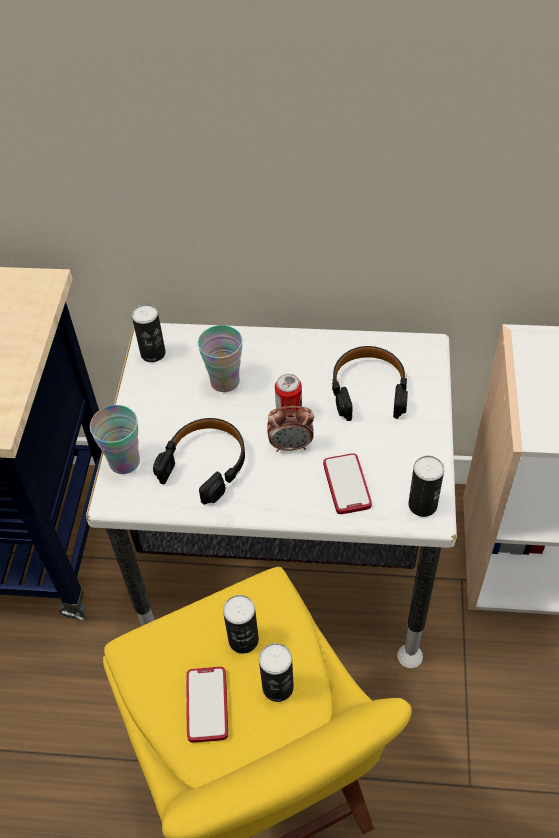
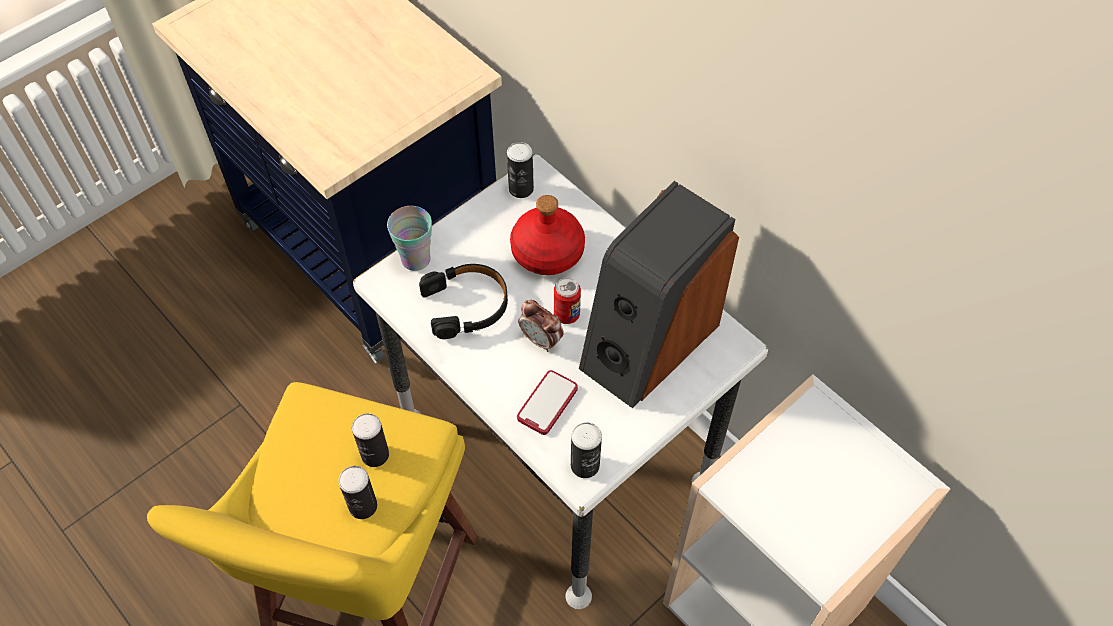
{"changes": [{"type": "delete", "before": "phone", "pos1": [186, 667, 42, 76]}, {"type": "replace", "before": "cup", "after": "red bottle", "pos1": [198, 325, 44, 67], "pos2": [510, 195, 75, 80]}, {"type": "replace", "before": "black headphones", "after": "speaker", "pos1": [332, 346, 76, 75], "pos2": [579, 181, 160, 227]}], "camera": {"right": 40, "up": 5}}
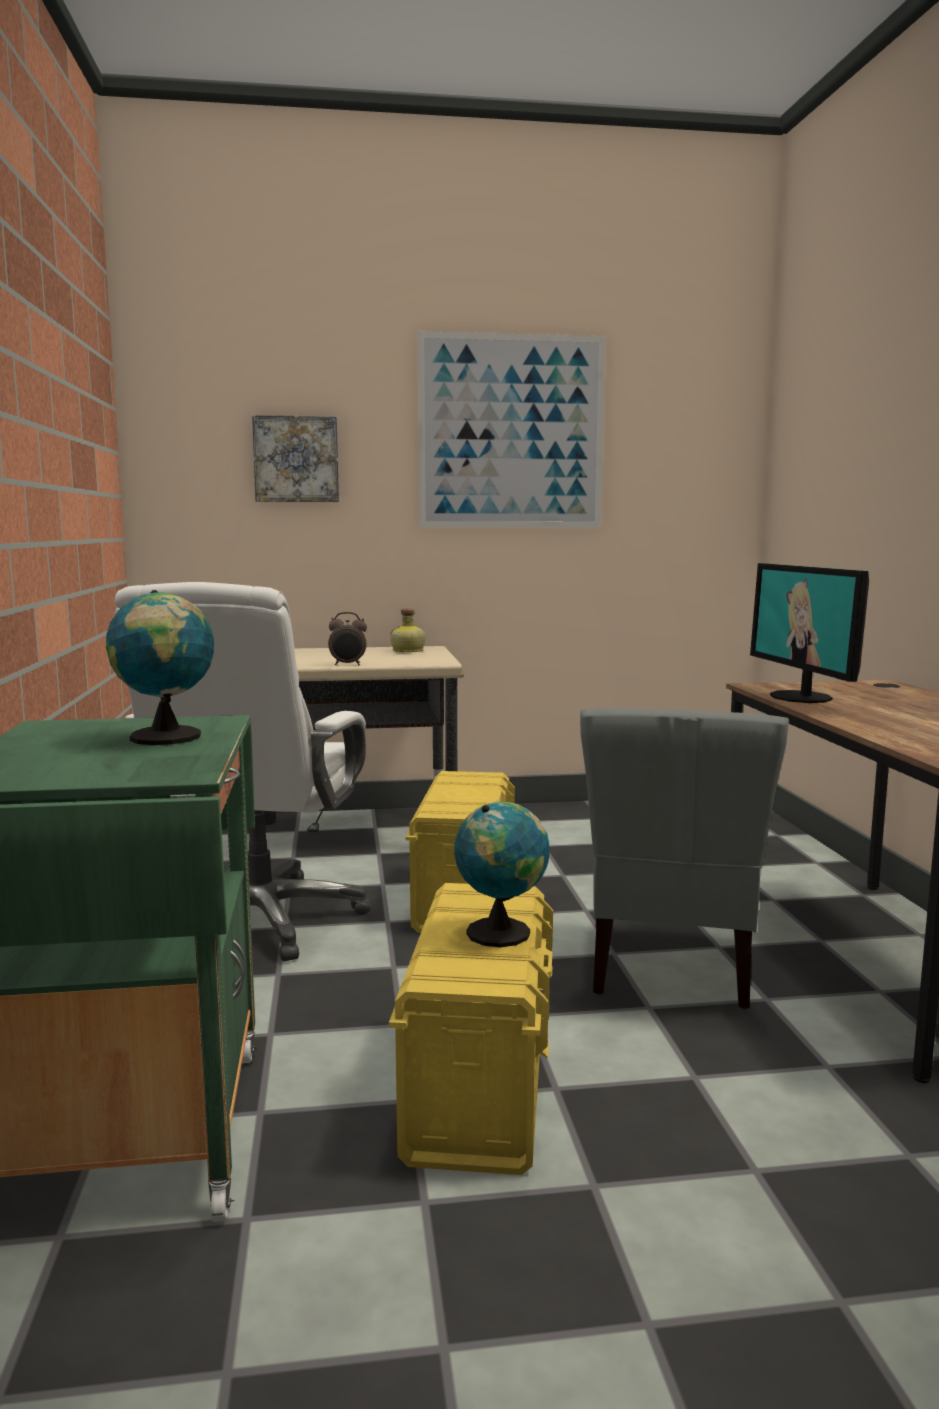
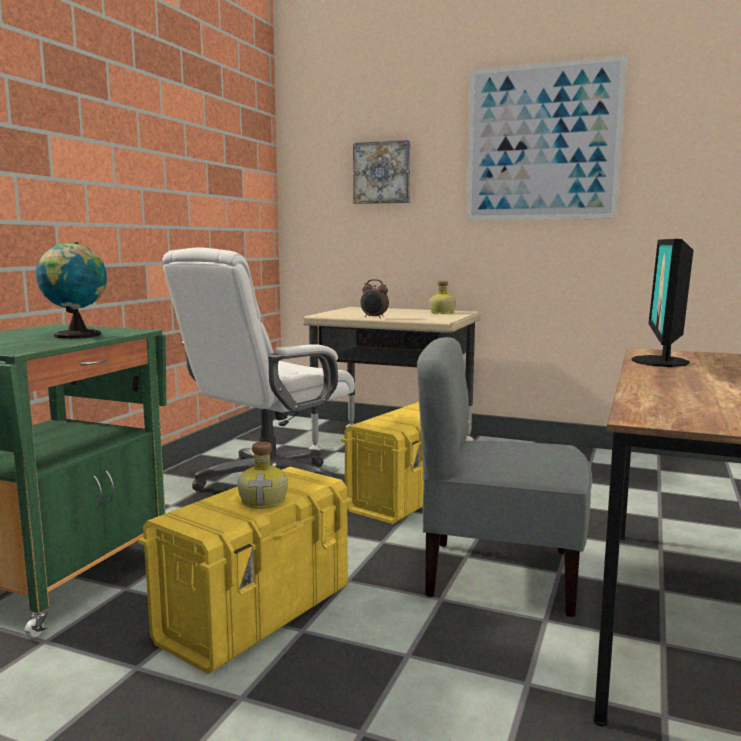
{"changes": [{"type": "replace", "before": "globe", "after": "bottle", "pos1": [454, 802, 96, 145], "pos2": [237, 442, 51, 67]}, {"type": "rotate", "before": "grey chair", "pos1": [580, 708, 209, 301], "pos2": [417, 337, 175, 280], "turn": 60}], "camera": {"right": 30, "up": 0}}
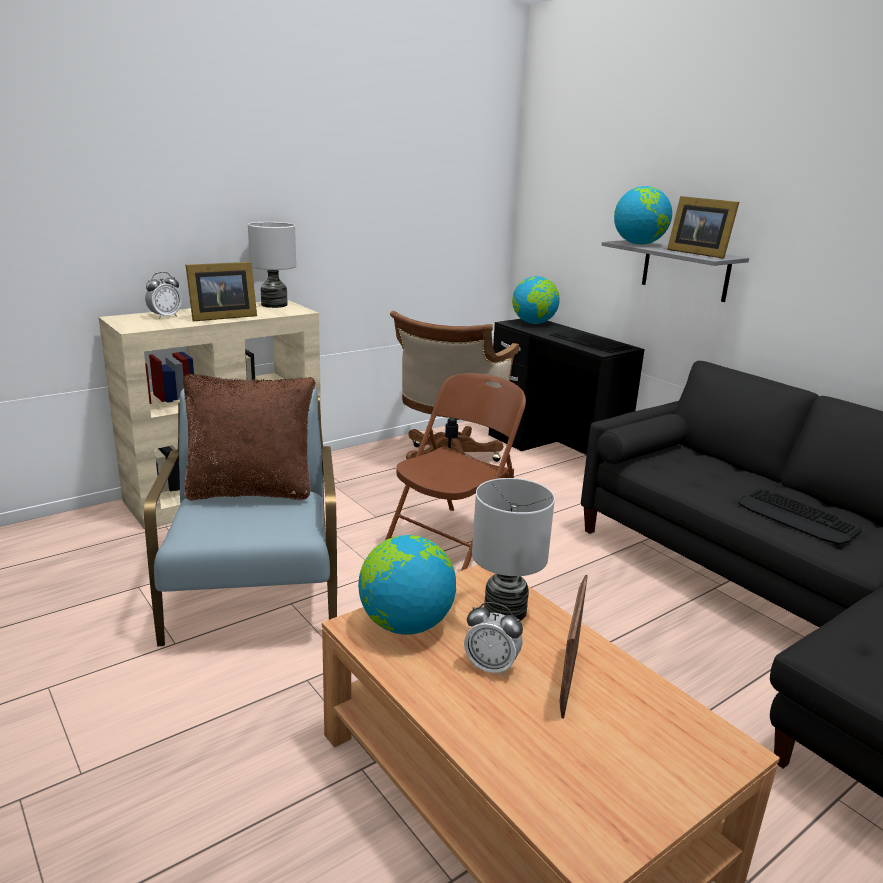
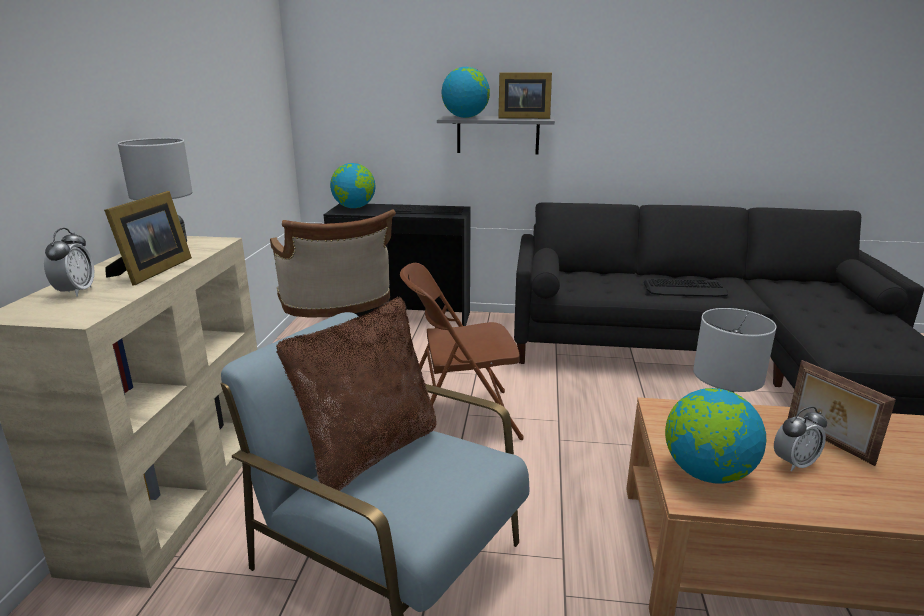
{"changes": [{"type": "rotate", "before": "brown chair", "pos1": [385, 373, 141, 198], "pos2": [400, 263, 124, 177], "turn": -90}], "camera": {"right": -45, "up": 0}}
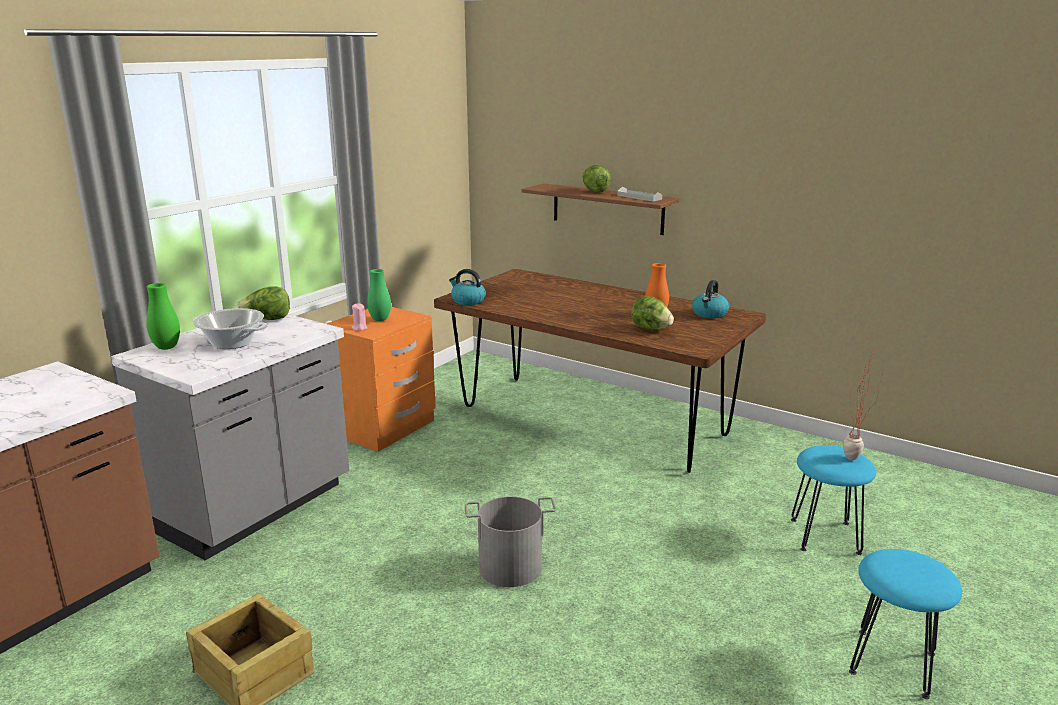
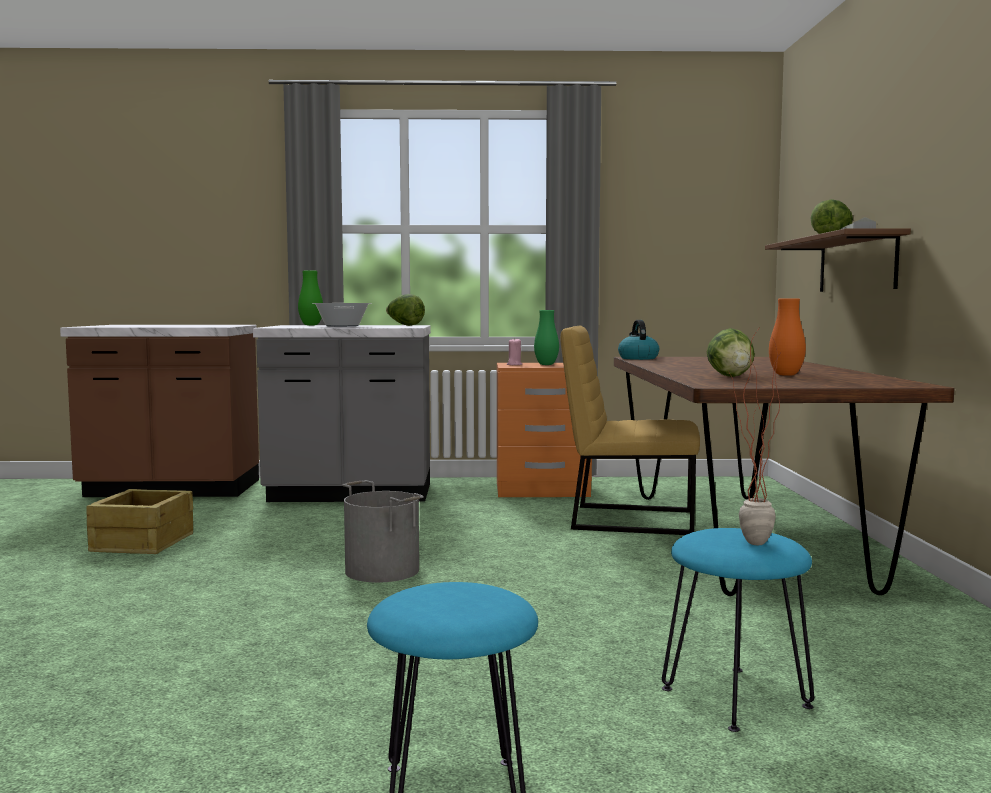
{"changes": [{"type": "delete", "before": "kettle", "pos1": [692, 280, 37, 38]}, {"type": "insert", "after": "yellow chair", "pos2": [560, 325, 140, 210]}], "camera": {"right": 55, "up": -15}}
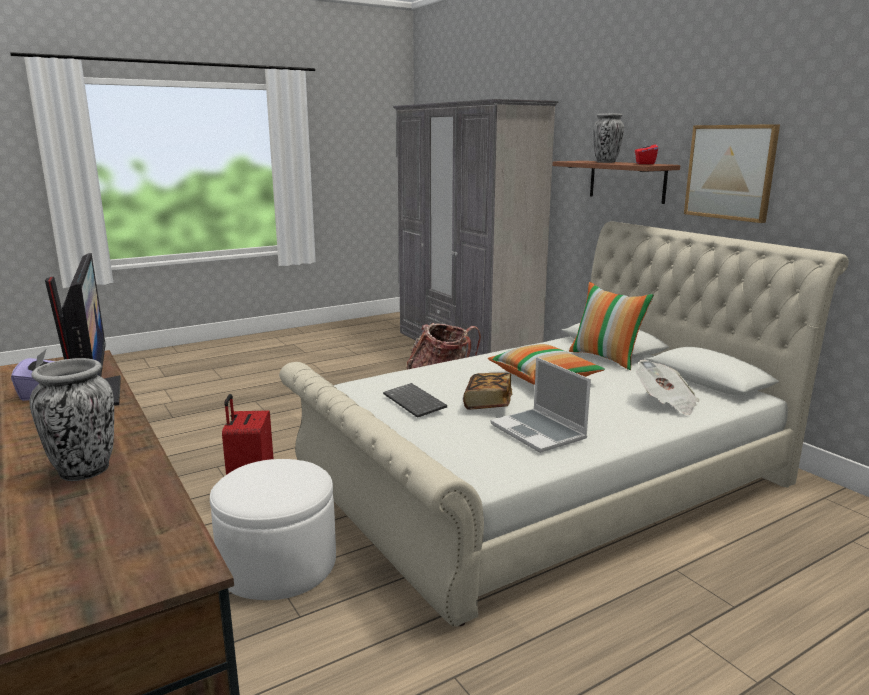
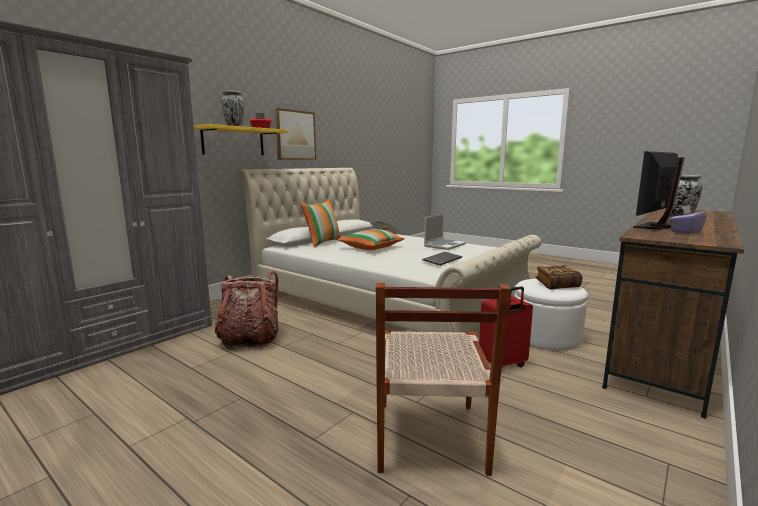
{"changes": [{"type": "move", "before": "book", "pos1": [463, 373, 49, 37], "pos2": [536, 265, 47, 24]}, {"type": "recolor", "before": "brown shelf", "after": "yellow shelf", "pos1": [552, 161, 128, 43], "pos2": [194, 124, 94, 31]}, {"type": "insert", "after": "chair", "pos2": [376, 283, 134, 193]}], "camera": {"right": -110, "up": -5}}
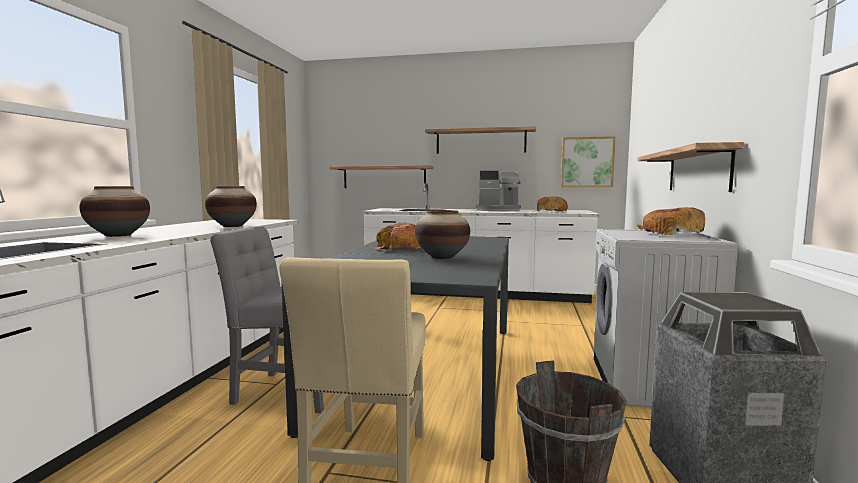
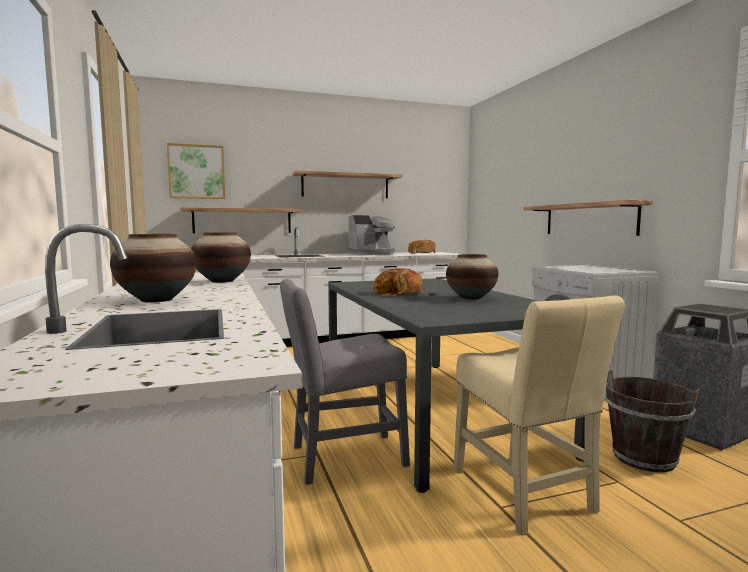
{"changes": [{"type": "move", "before": "picture", "pos1": [561, 136, 54, 51], "pos2": [167, 143, 58, 56]}, {"type": "delete", "before": "bread", "pos1": [637, 207, 68, 28]}], "camera": {"right": -30, "up": 0}}
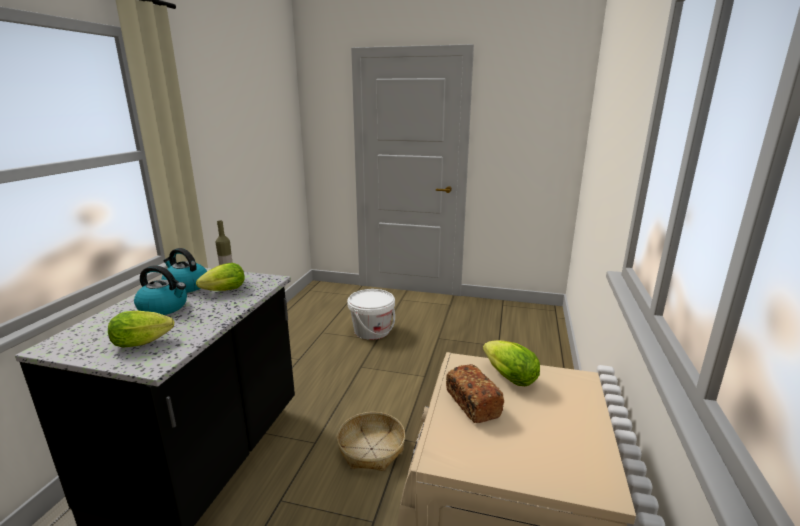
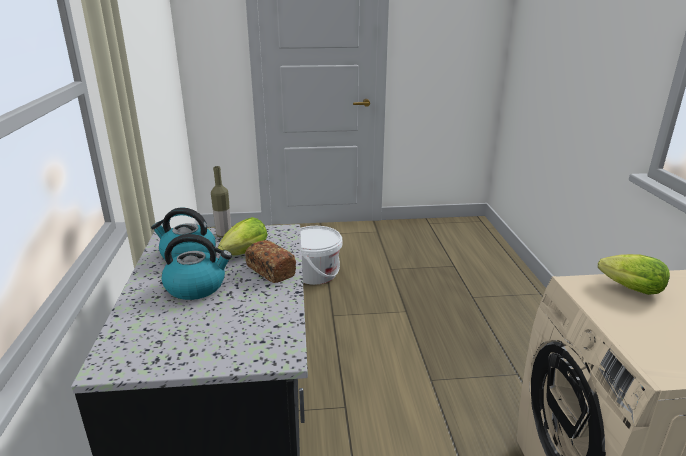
{"changes": [{"type": "delete", "before": "lettuce", "pos1": [108, 311, 66, 37]}, {"type": "delete", "before": "basket", "pos1": [337, 412, 68, 59]}, {"type": "move", "before": "bread", "pos1": [446, 364, 58, 59], "pos2": [245, 240, 51, 43]}], "camera": {"right": -20, "up": 5}}
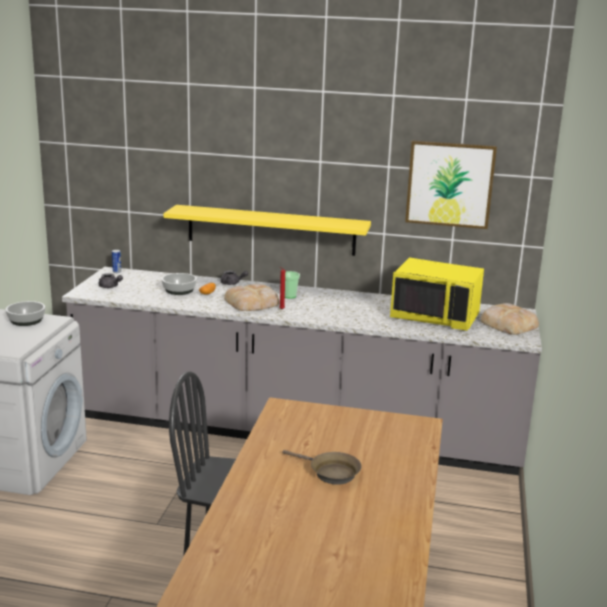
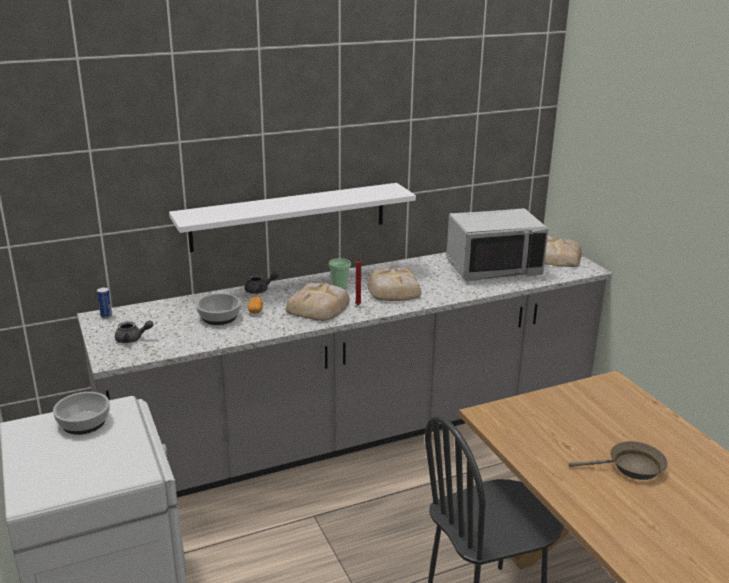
{"changes": [{"type": "recolor", "before": "yellow shelf", "after": "white shelf", "pos1": [163, 205, 208, 51], "pos2": [169, 183, 247, 69]}, {"type": "recolor", "before": "yellow microwave", "after": "grey microwave", "pos1": [390, 257, 94, 74], "pos2": [446, 208, 102, 73]}, {"type": "delete", "before": "picture", "pos1": [405, 141, 92, 88]}, {"type": "insert", "after": "bread", "pos2": [367, 267, 54, 34]}], "camera": {"right": -35, "up": 5}}
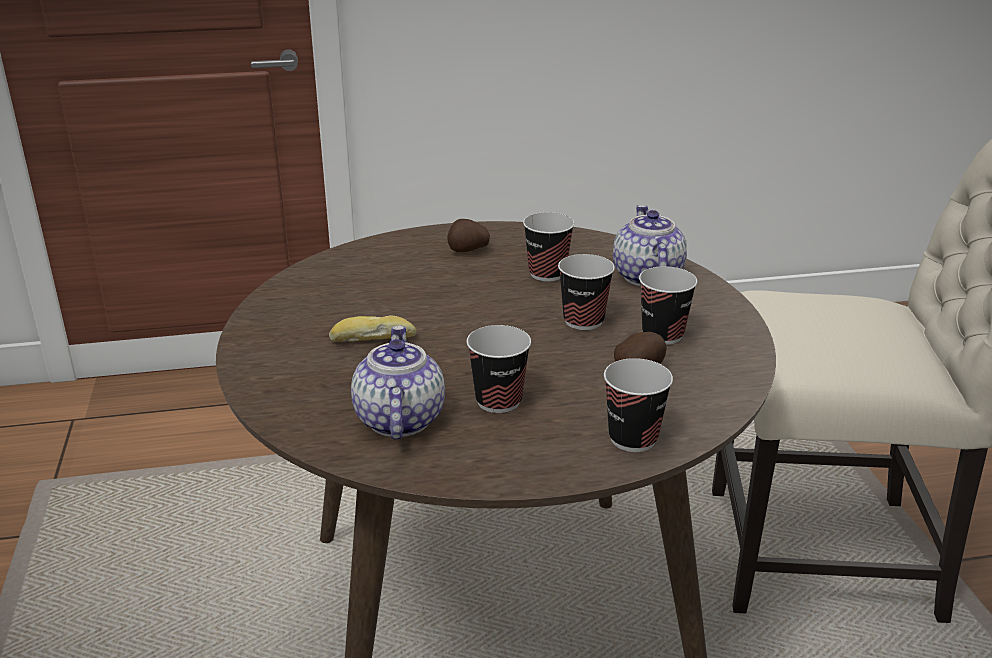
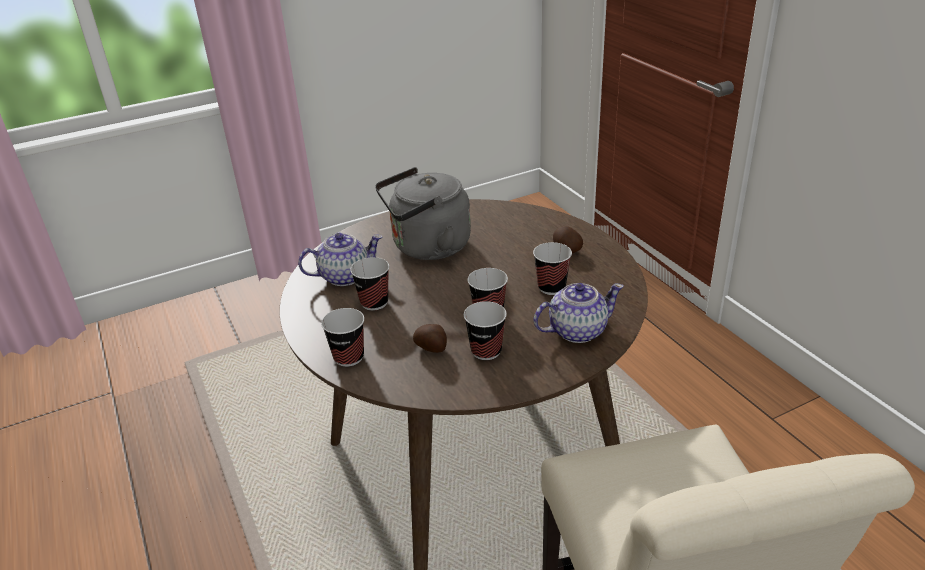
{"changes": [{"type": "replace", "before": "bread", "after": "grey kettle", "pos1": [329, 315, 87, 27], "pos2": [375, 167, 96, 93]}], "camera": {"right": 75, "up": 5}}
